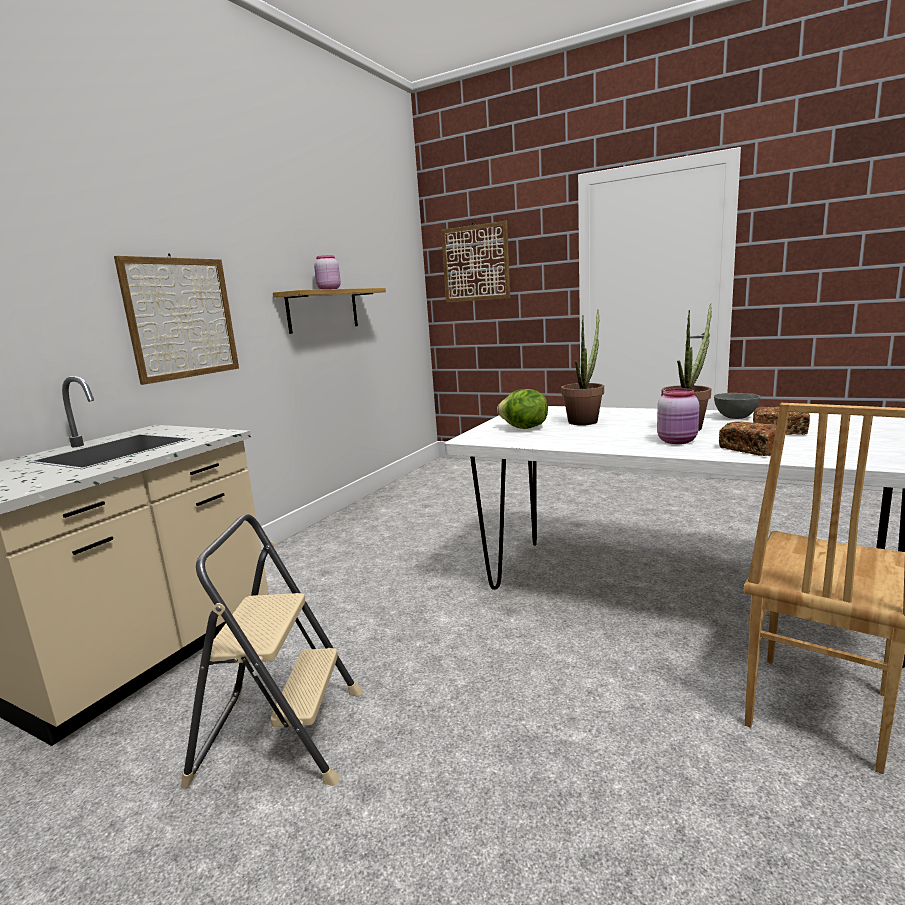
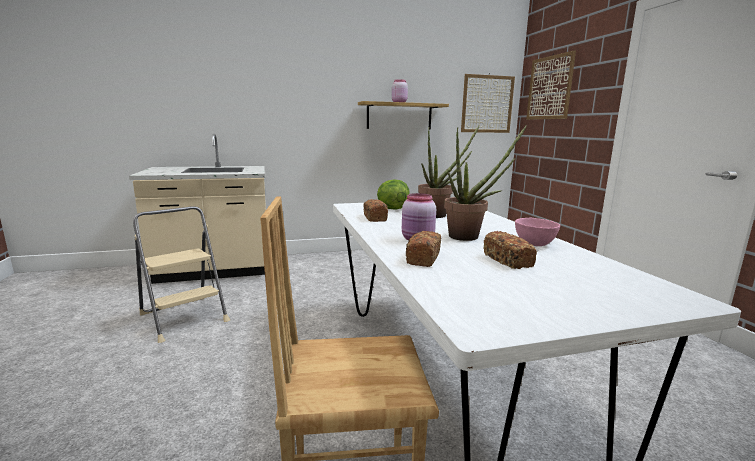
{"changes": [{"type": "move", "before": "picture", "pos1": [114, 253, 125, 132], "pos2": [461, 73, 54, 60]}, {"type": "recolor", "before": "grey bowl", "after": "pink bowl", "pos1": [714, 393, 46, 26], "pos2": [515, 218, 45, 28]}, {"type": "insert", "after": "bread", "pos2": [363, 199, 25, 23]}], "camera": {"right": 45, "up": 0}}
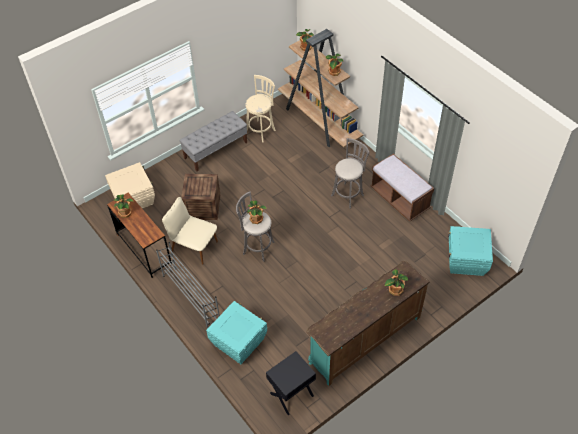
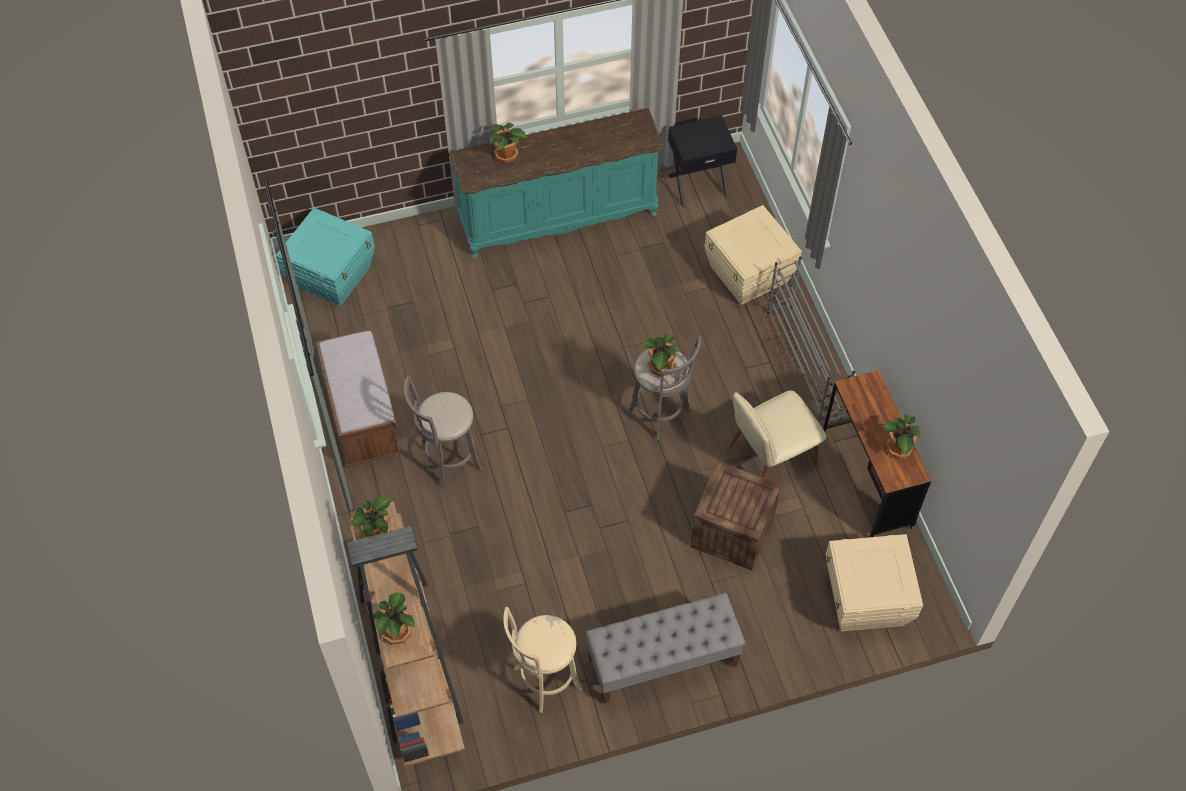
{"changes": [{"type": "rotate", "before": "beige chair", "pos1": [162, 197, 56, 68], "pos2": [729, 390, 97, 89], "turn": 105}, {"type": "recolor", "before": "turquoise storage box", "after": "beige storage box", "pos1": [206, 301, 61, 63], "pos2": [704, 205, 98, 100]}], "camera": {"right": -160, "up": 5}}
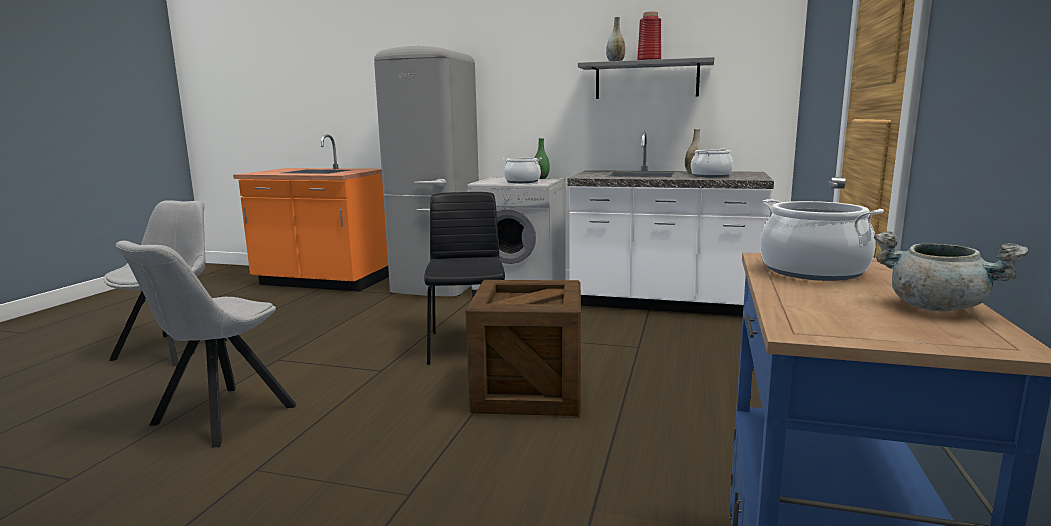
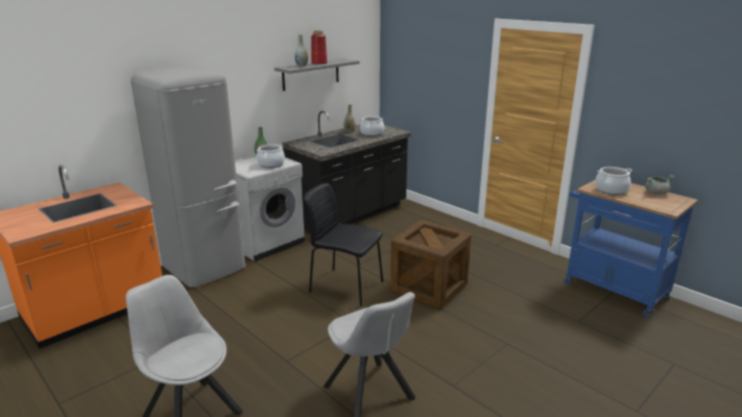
{"changes": [{"type": "recolor", "before": "white counter", "after": "black counter", "pos1": [567, 132, 207, 184], "pos2": [282, 111, 129, 123]}], "camera": {"right": -60, "up": 10}}
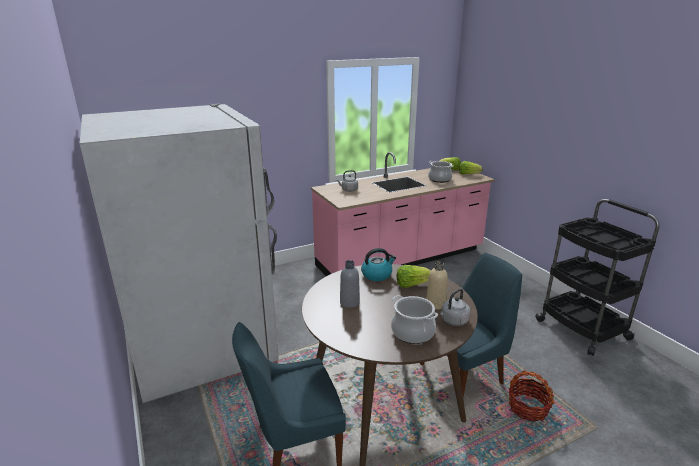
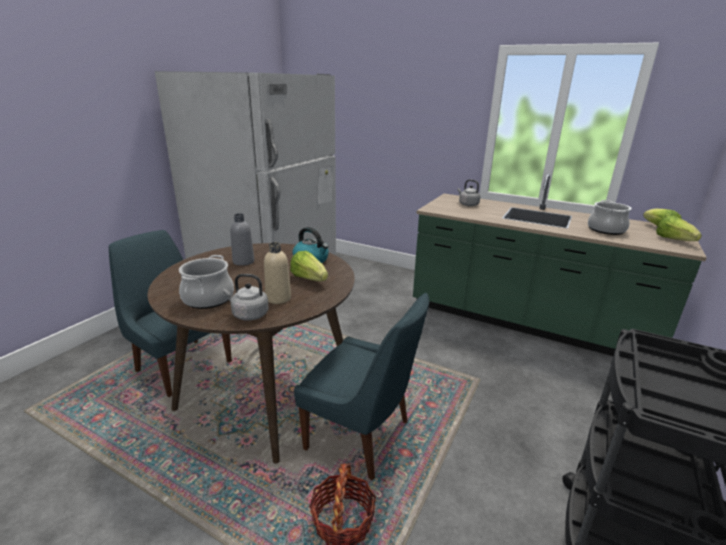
{"changes": [{"type": "recolor", "before": "pink counter", "after": "green counter", "pos1": [311, 152, 184, 124], "pos2": [413, 174, 294, 182]}], "camera": {"right": 55, "up": 0}}
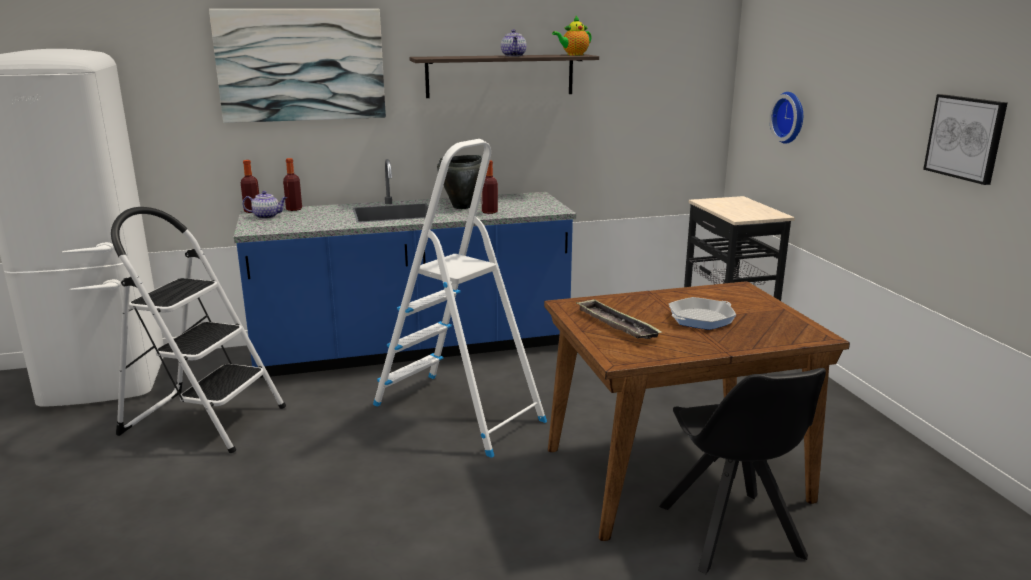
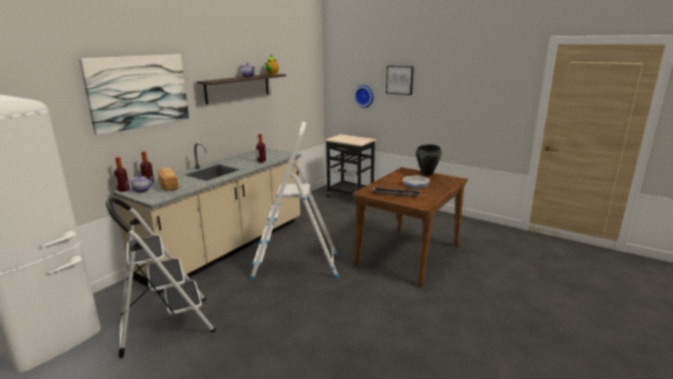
{"changes": [{"type": "recolor", "before": "blue counter", "after": "beige counter", "pos1": [234, 159, 342, 219], "pos2": [112, 142, 189, 151]}, {"type": "move", "before": "black cooking pot", "pos1": [437, 155, 45, 54], "pos2": [416, 144, 26, 32]}, {"type": "delete", "before": "black chair", "pos1": [659, 368, 167, 206]}, {"type": "move", "before": "picture", "pos1": [923, 94, 84, 91], "pos2": [386, 66, 28, 29]}, {"type": "insert", "after": "bread", "pos2": [158, 167, 20, 24]}], "camera": {"right": -40, "up": 0}}
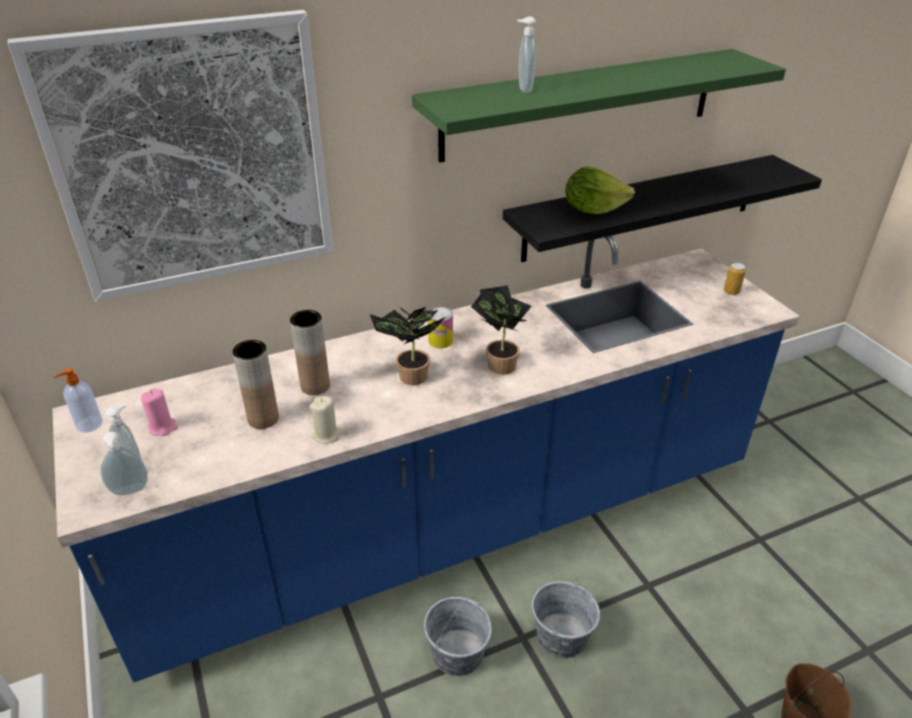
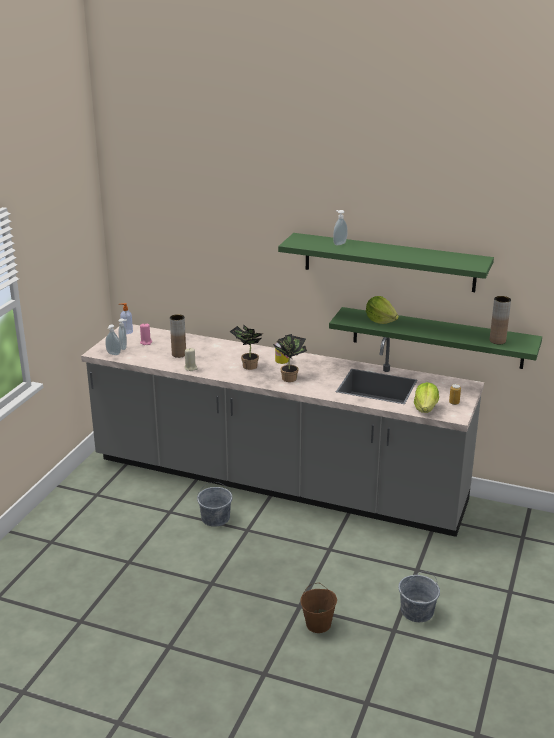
{"changes": [{"type": "delete", "before": "picture", "pos1": [8, 10, 325, 292]}, {"type": "recolor", "before": "blue counter", "after": "grey counter", "pos1": [52, 236, 748, 446], "pos2": [81, 324, 403, 213]}, {"type": "move", "before": "brown vase", "pos1": [290, 310, 40, 85], "pos2": [490, 296, 21, 48]}, {"type": "recolor", "before": "black shelf", "after": "green shelf", "pos1": [503, 155, 319, 107], "pos2": [329, 307, 213, 62]}, {"type": "move", "before": "grey bucket", "pos1": [531, 578, 69, 80], "pos2": [398, 572, 42, 50]}, {"type": "insert", "after": "lettuce", "pos2": [414, 382, 25, 31]}], "camera": {"right": 45, "up": -10}}
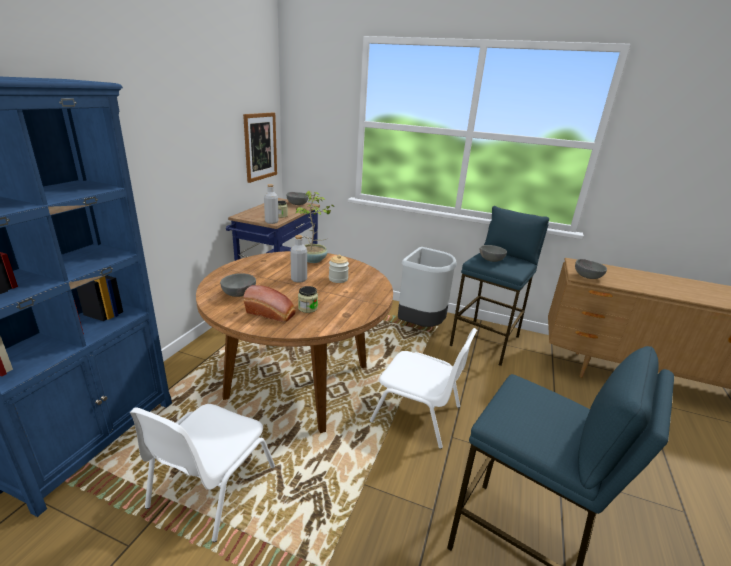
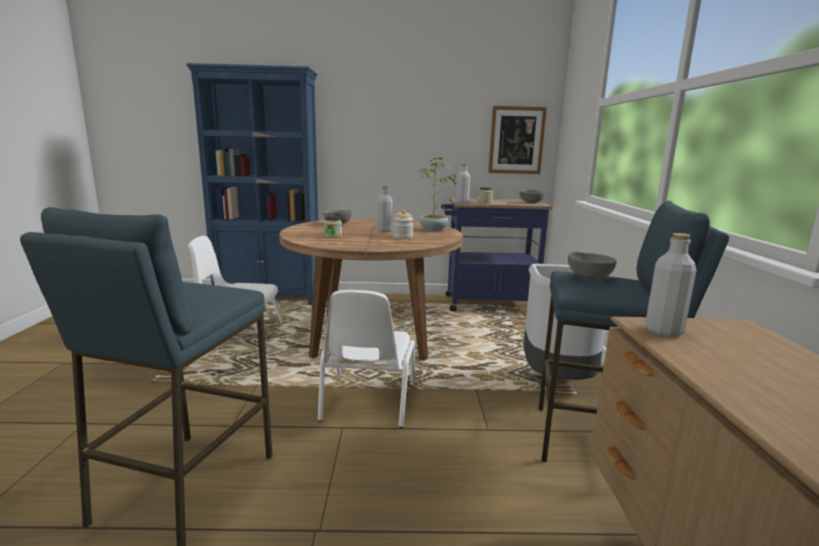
{"changes": [{"type": "delete", "before": "bread", "pos1": [243, 285, 53, 37]}, {"type": "replace", "before": "grey bowl", "after": "grey bottle", "pos1": [575, 259, 32, 20], "pos2": [645, 233, 51, 104]}], "camera": {"right": 70, "up": -10}}
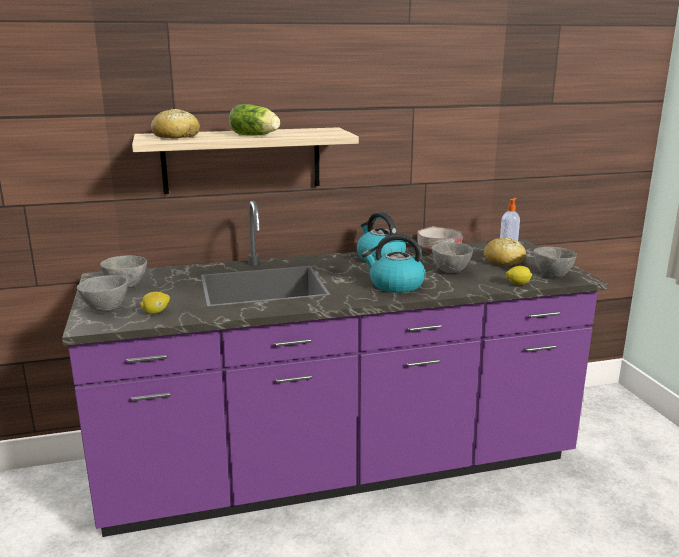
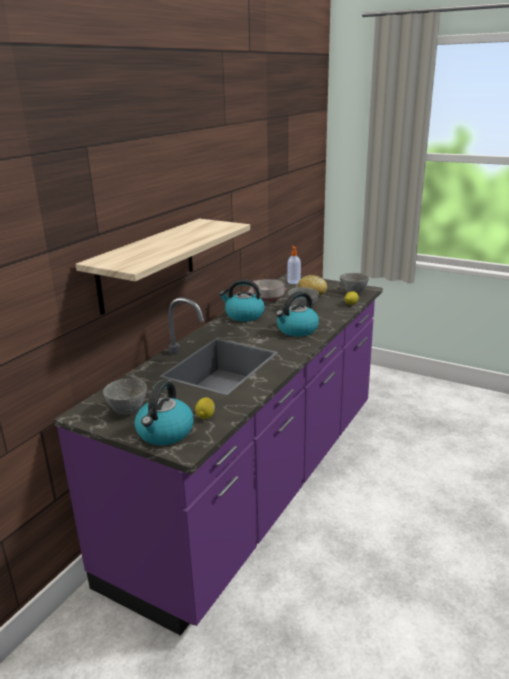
{"changes": [{"type": "replace", "before": "grey bowl", "after": "kettle", "pos1": [77, 275, 51, 37], "pos2": [134, 380, 60, 65]}, {"type": "delete", "before": "bread", "pos1": [151, 109, 49, 29]}, {"type": "delete", "before": "lettuce", "pos1": [229, 104, 51, 31]}], "camera": {"right": -45, "up": 5}}
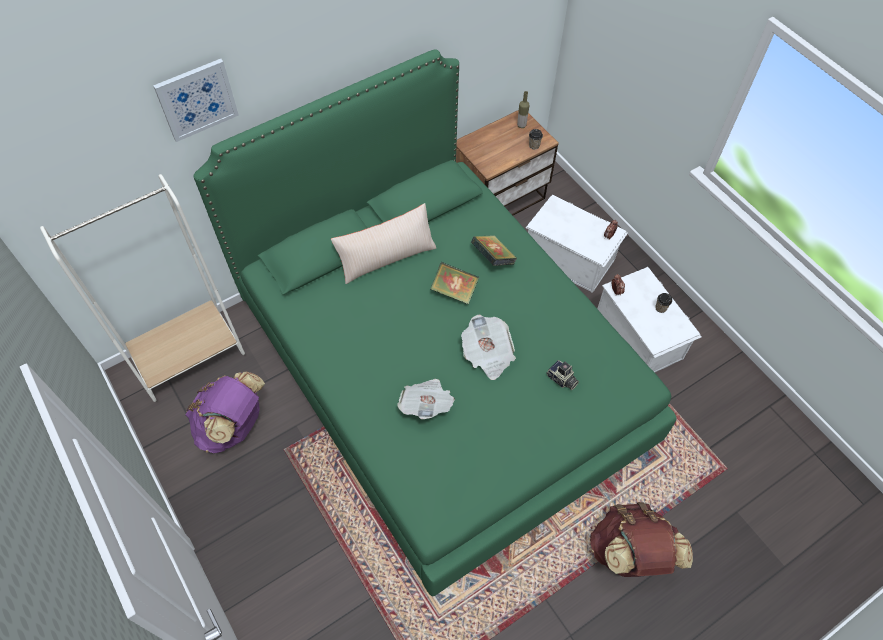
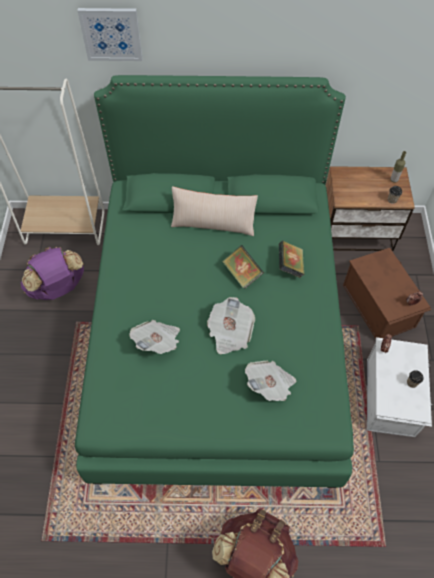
{"changes": [{"type": "recolor", "before": "white storage box", "after": "brown storage box", "pos1": [526, 195, 102, 98], "pos2": [343, 248, 89, 91]}, {"type": "replace", "before": "photo camera", "after": "newspaper", "pos1": [546, 360, 33, 30], "pos2": [245, 361, 51, 40]}], "camera": {"right": 35, "up": 0}}
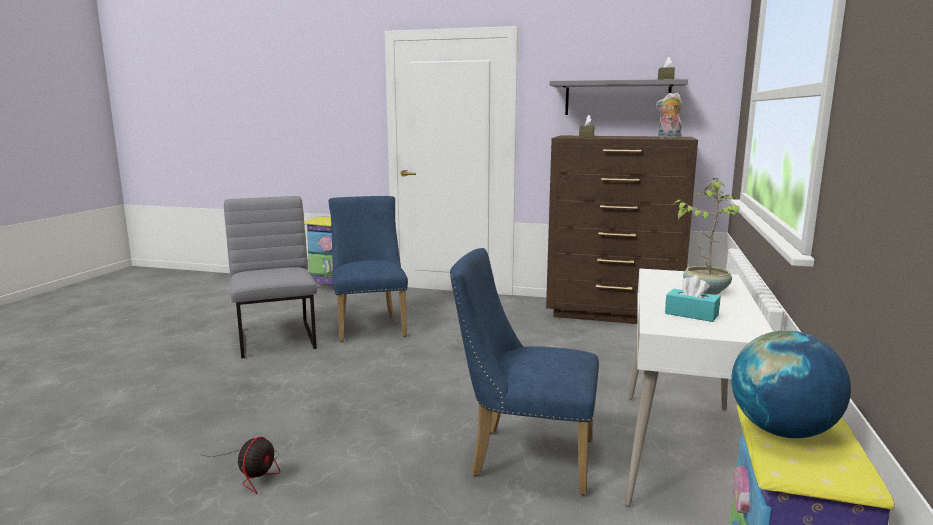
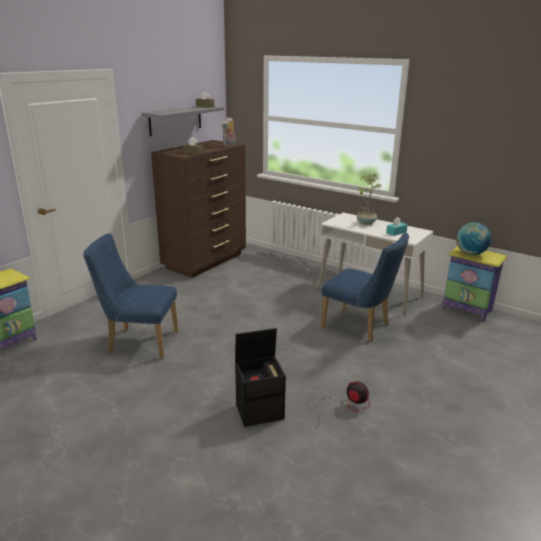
{"changes": [{"type": "delete", "before": "grey chair", "pos1": [224, 196, 93, 163]}, {"type": "rotate", "before": "blue chair", "pos1": [450, 248, 149, 247], "pos2": [321, 233, 88, 109], "turn": -90}, {"type": "insert", "after": "black storage box", "pos2": [235, 328, 51, 99]}], "camera": {"right": -70, "up": 10}}
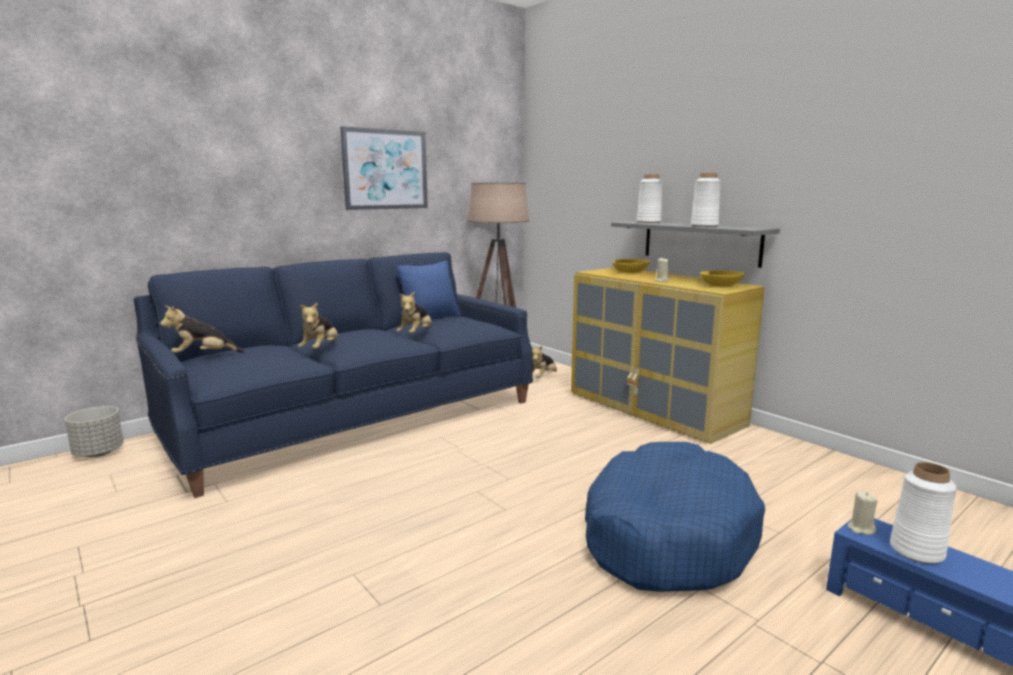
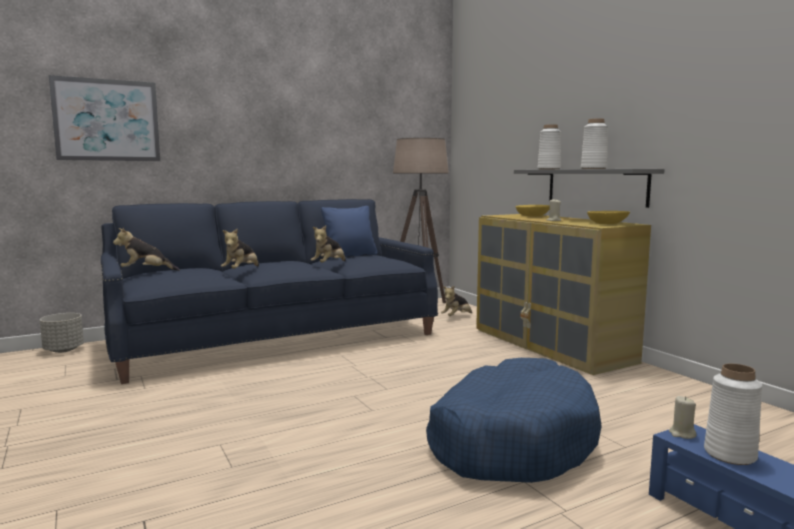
{"changes": [{"type": "move", "before": "picture", "pos1": [340, 126, 88, 84], "pos2": [49, 75, 111, 86]}], "camera": {"right": 10, "up": -5}}
